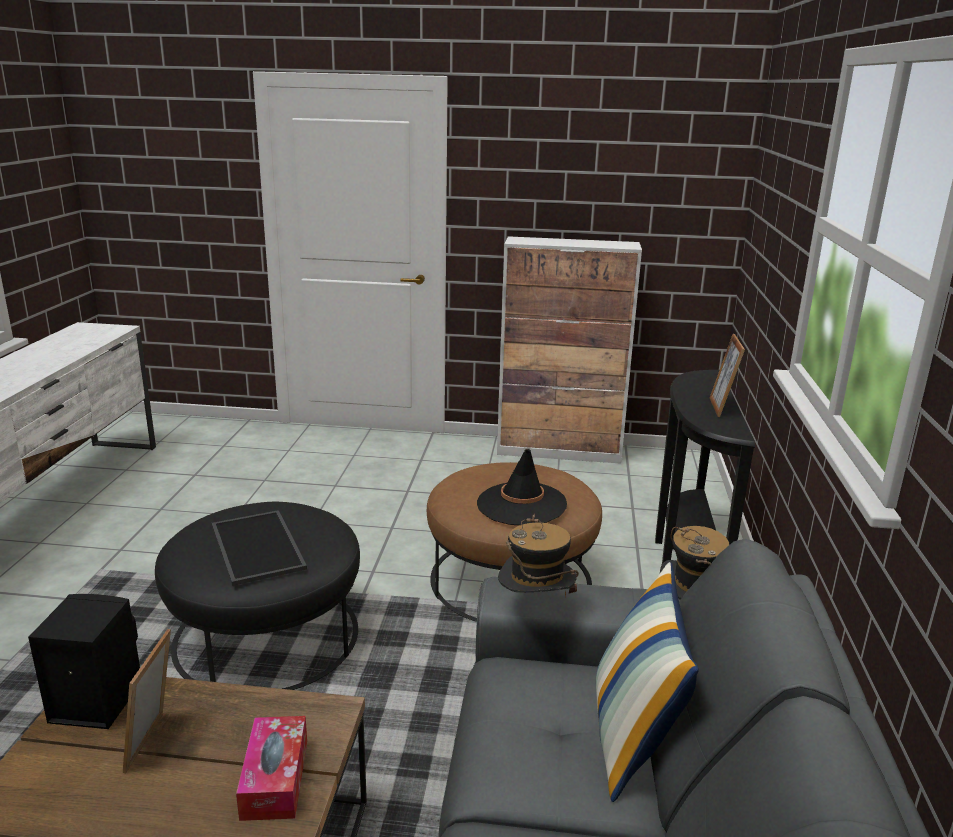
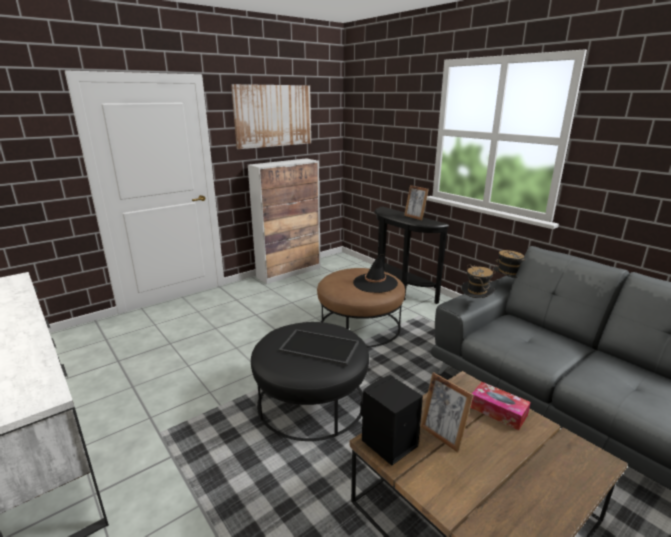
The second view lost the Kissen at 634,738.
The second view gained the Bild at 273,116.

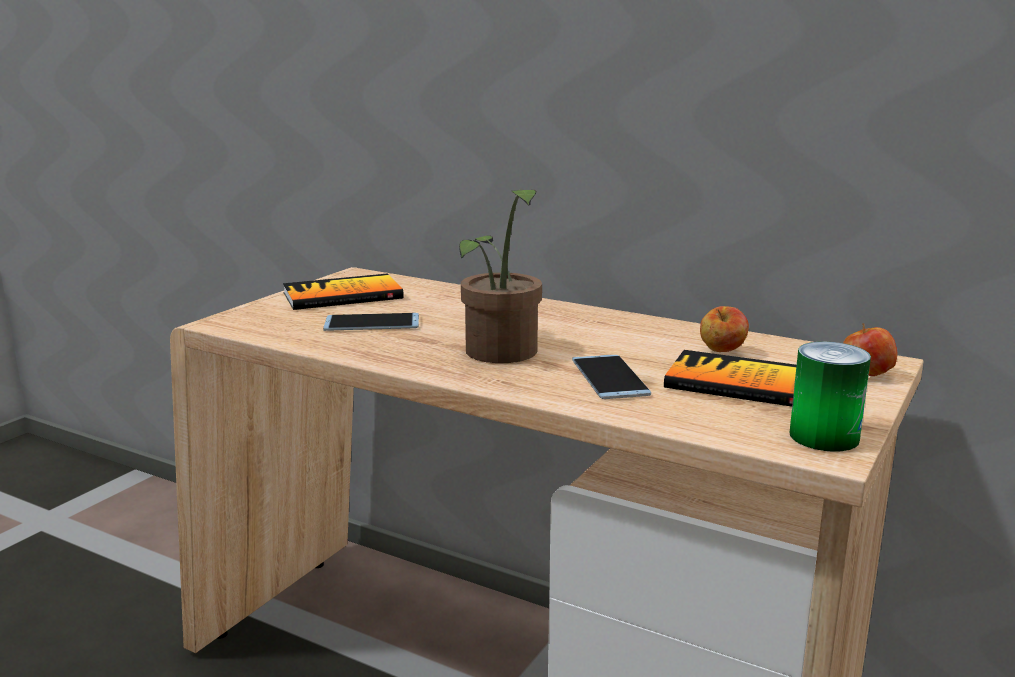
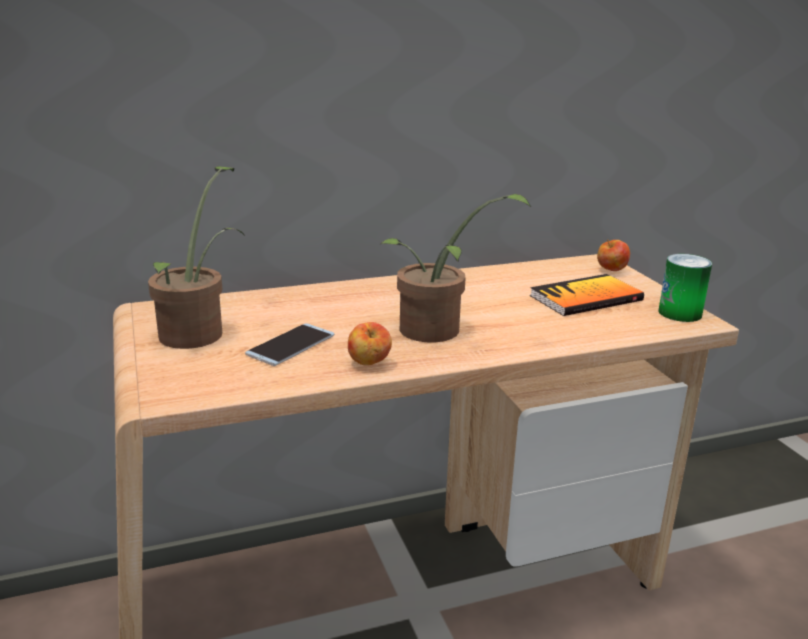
Where the Buch stood at 343,295, the Topfpflanze came to stand at 198,331.
The second view lost the Handy at 610,378.
The Apfel ended up elsewhere, having gone from 722,352 to 369,363.

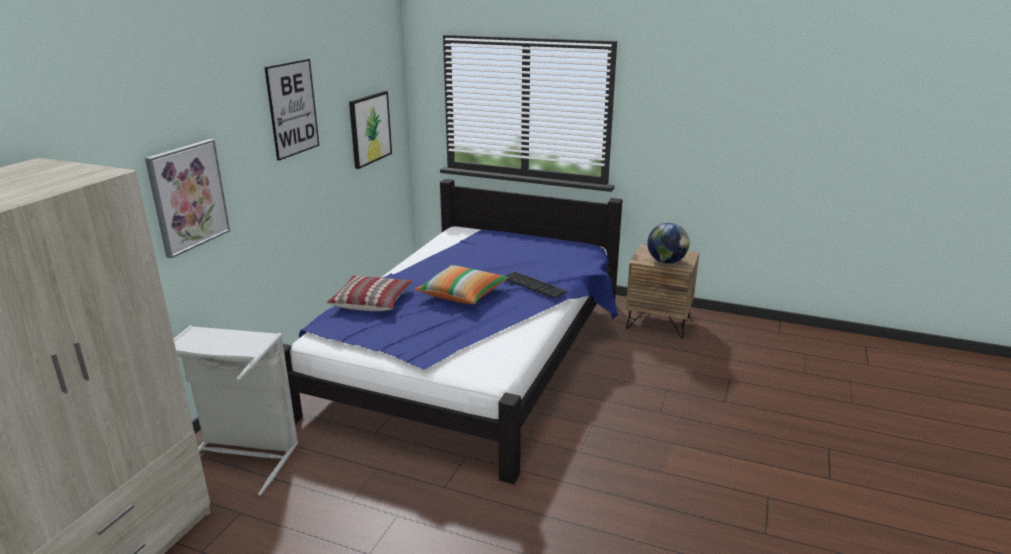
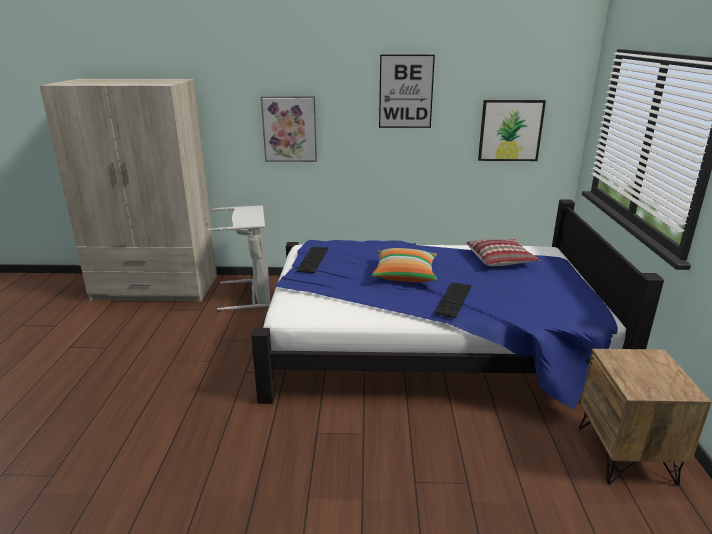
The Kissen ended up elsewhere, having gone from 371,301 to 500,260.
The second view lost the Globus at 666,261.
The second view gained the Tastatur at 313,259.

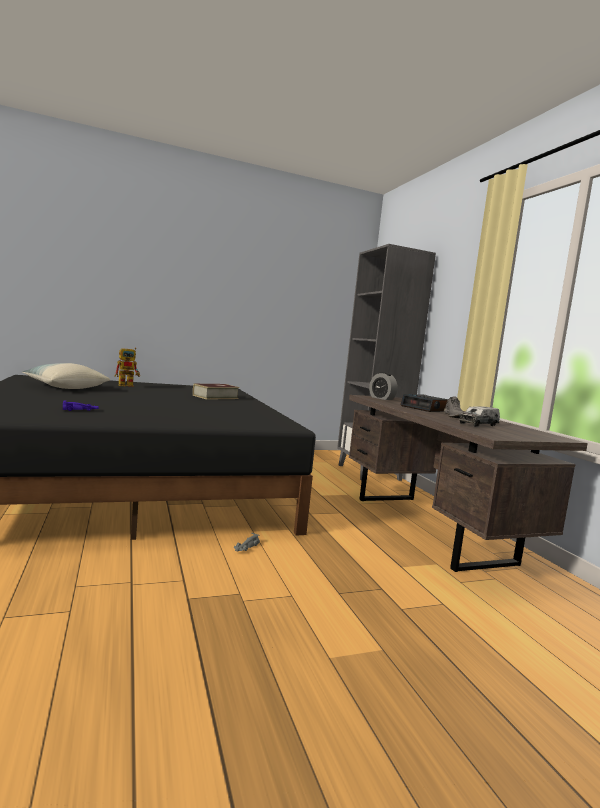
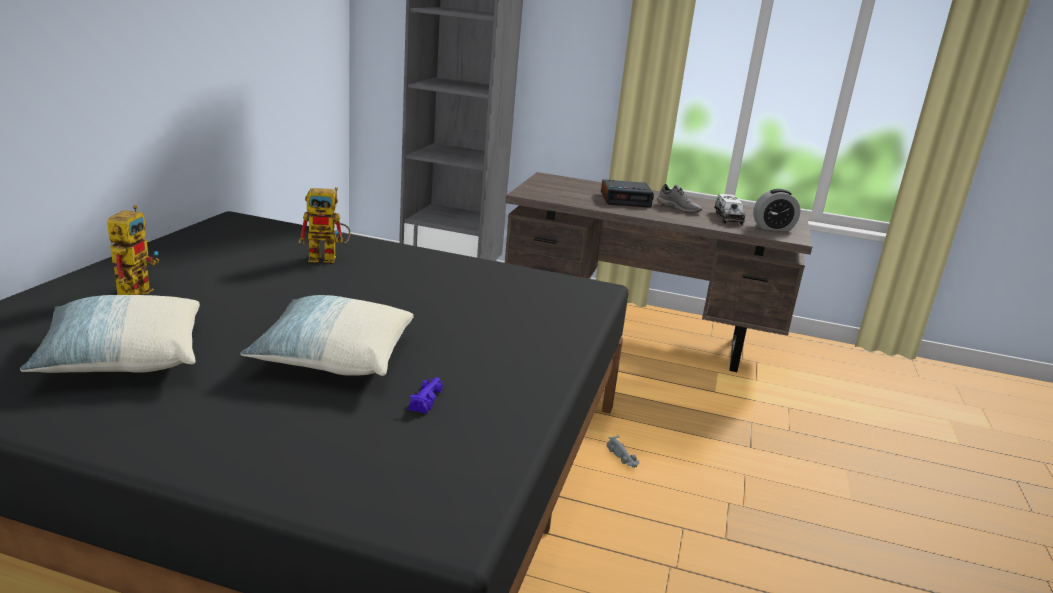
Where the Buch stood at 215,397, the Spielzeugroboter came to stand at 329,258.
The Wecker ended up elsewhere, having gone from 381,398 to 773,227.
The second view gained the Kissen at 334,357.

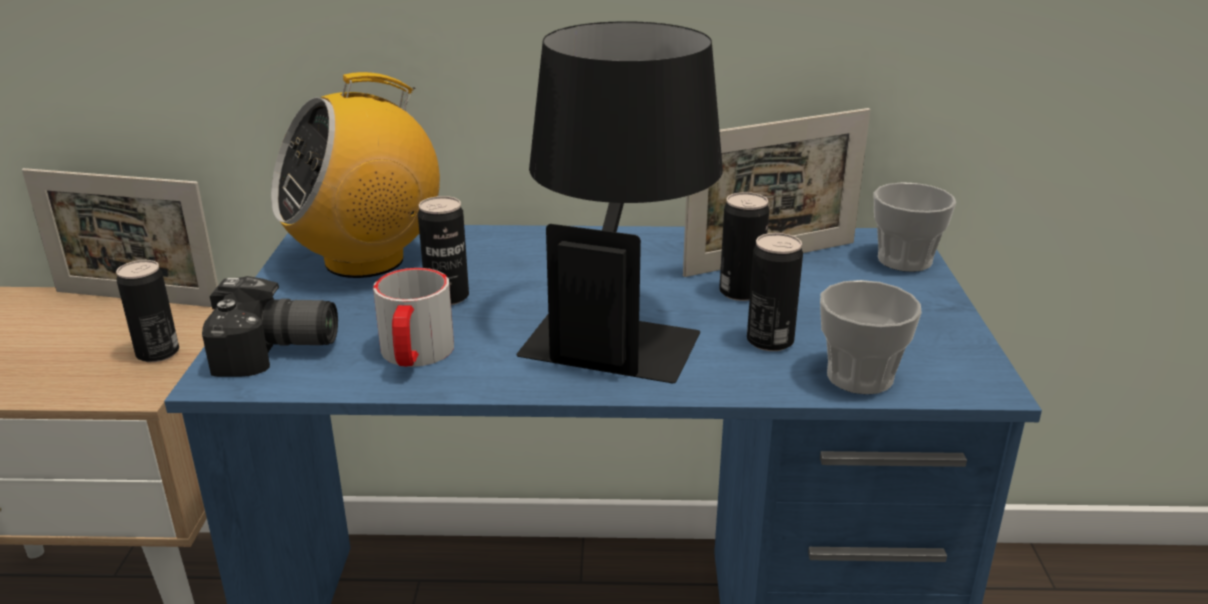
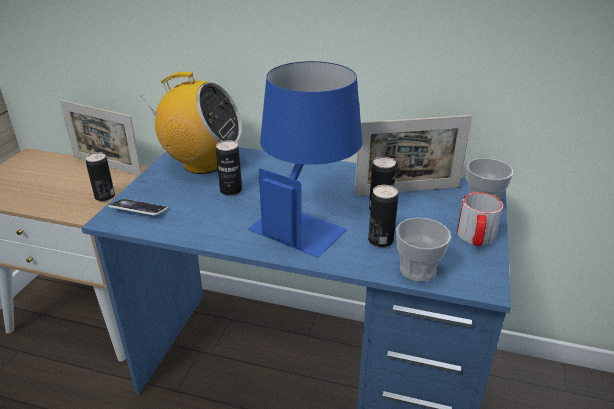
Where the Kamera stood at 276,353, the Handy came to stand at 139,210.
The Radio at 366,260 ended up facing another way, 150 degrees counterclockwise from before.
The Henkelbecher ended up elsewhere, having gone from 415,355 to 476,238.
What was the Tischlampe (schwarz) at 619,326 turned into the Tischlampe (blau) at 307,220.

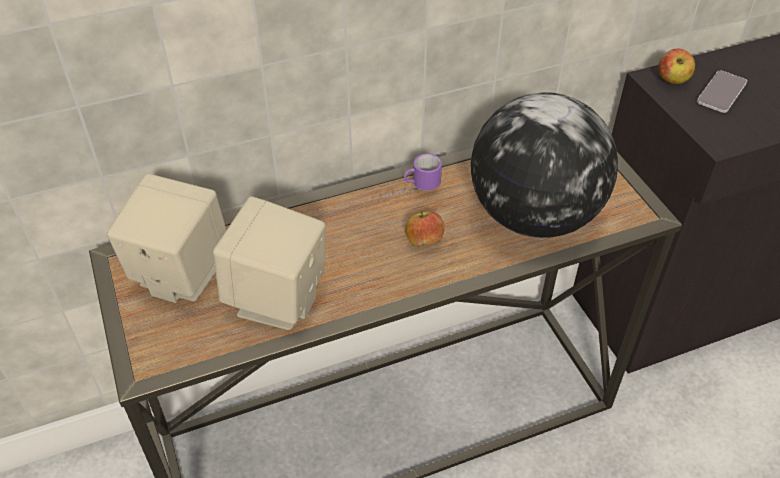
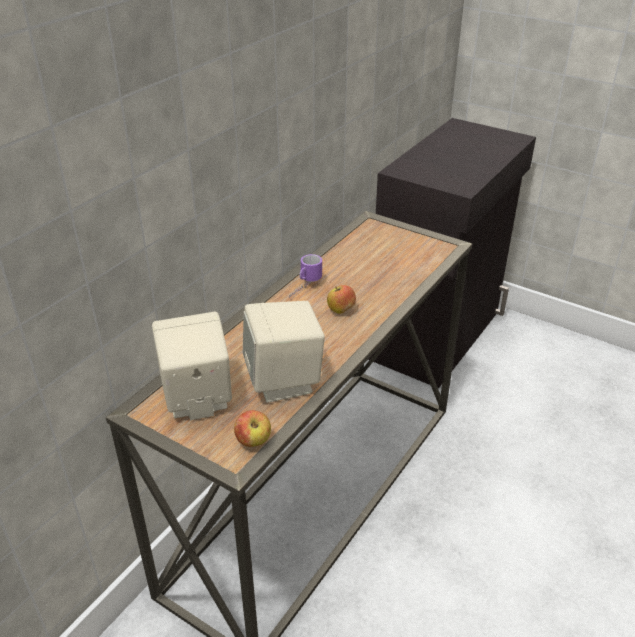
The second view lost the Globus at 533,216.
The Apfel ended up elsewhere, having gone from 672,80 to 253,441.
The second view lost the Handy at 721,93.

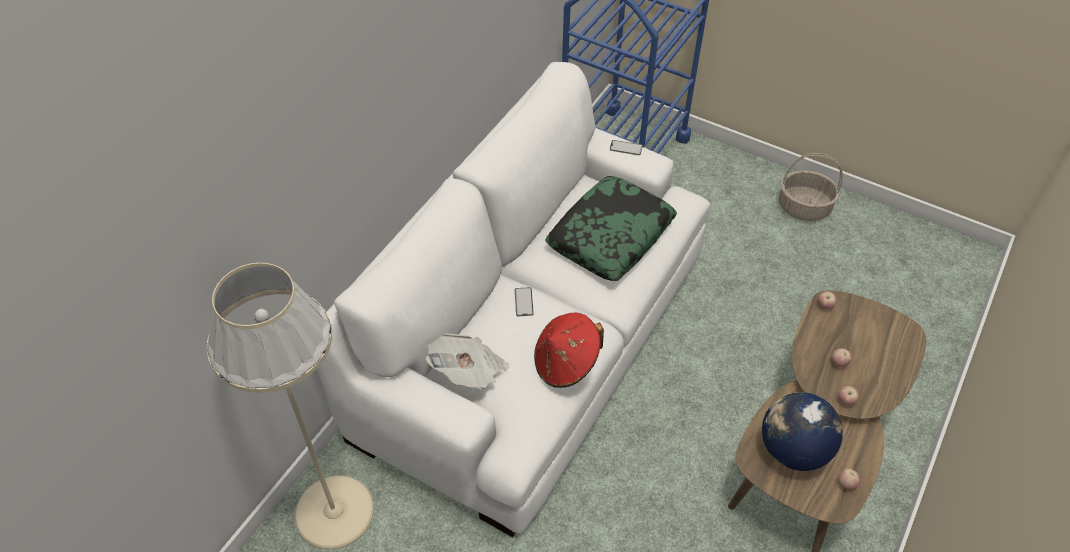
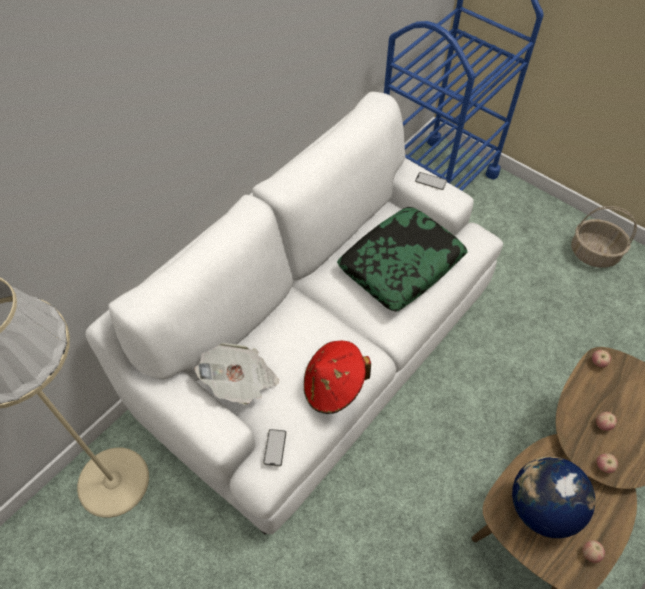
The Handy ended up elsewhere, having gone from 523,302 to 275,447.

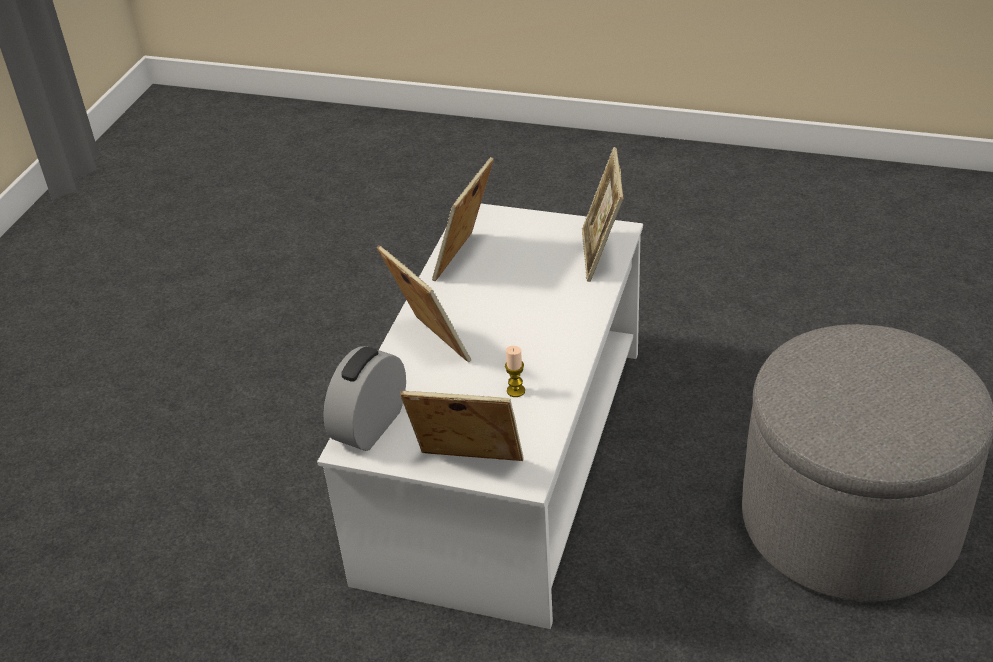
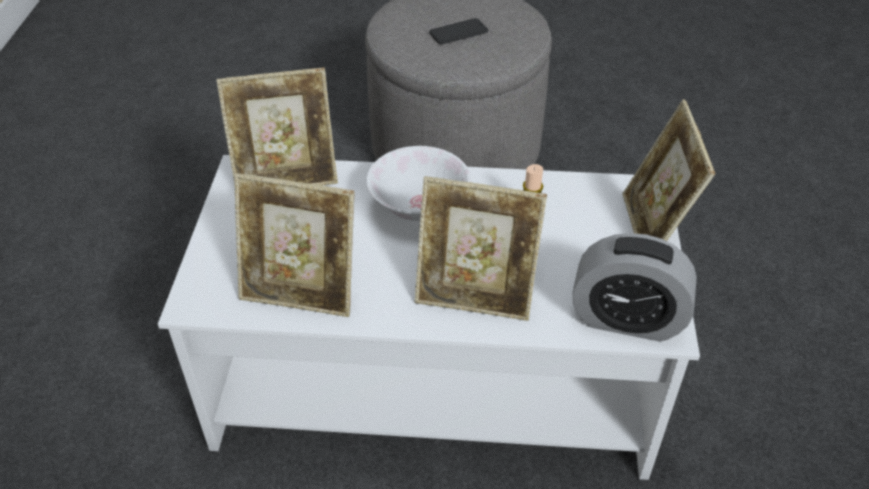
The Bilderrahmen at 429,345 ended up facing another way, 120 degrees counterclockwise from before.
The second view gained the Schüssel (weiß) at 418,207.
The second view gained the Handy at 458,32.

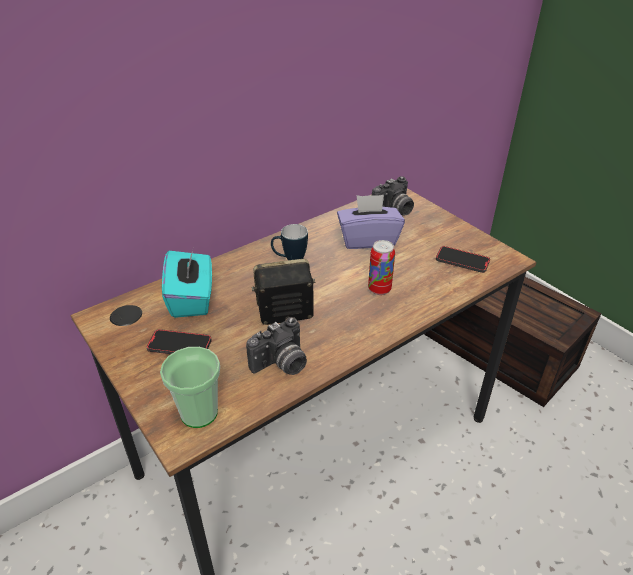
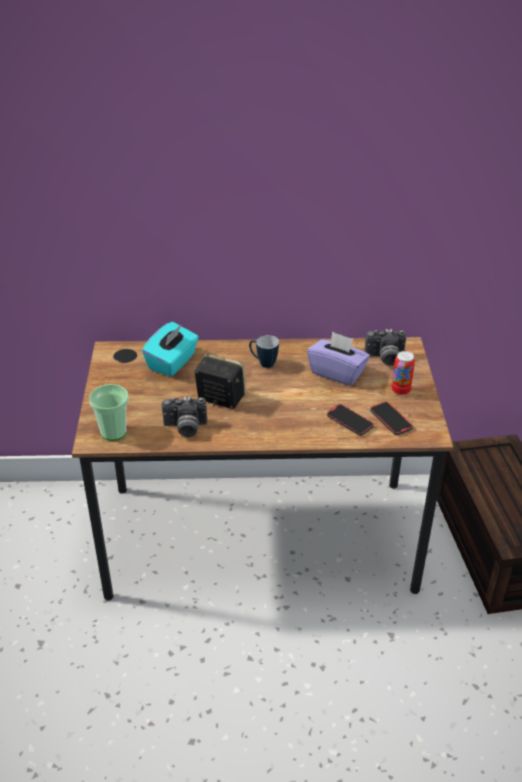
The Handy ended up elsewhere, having gone from 179,345 to 349,421.
The Dose ended up elsewhere, having gone from 379,289 to 400,391.

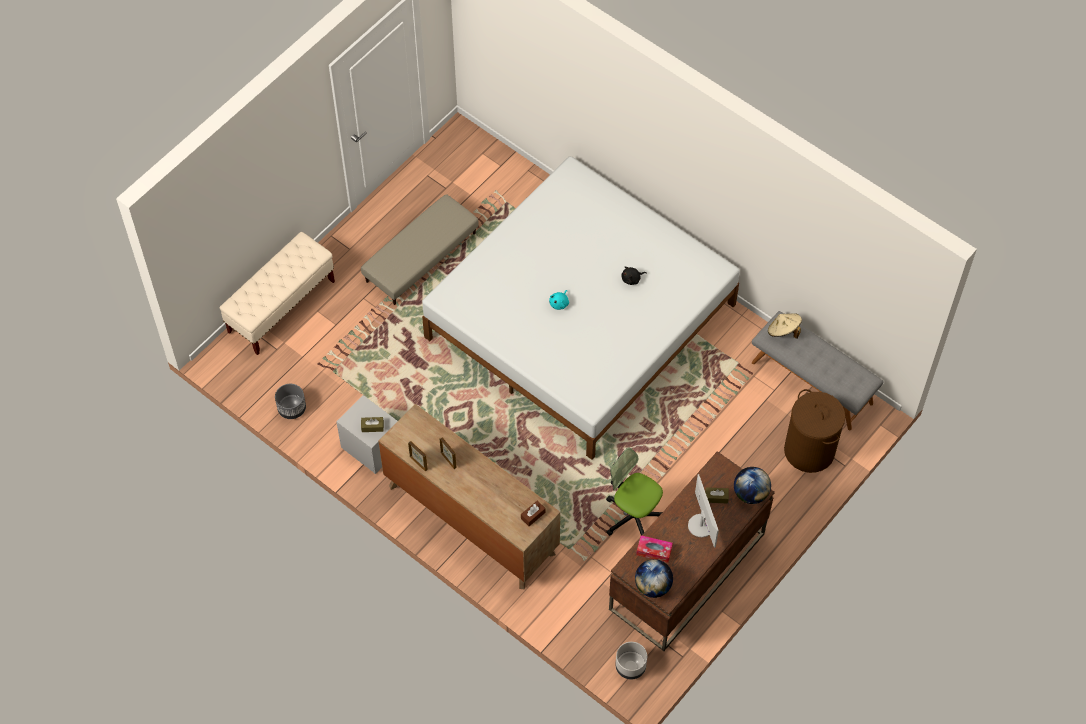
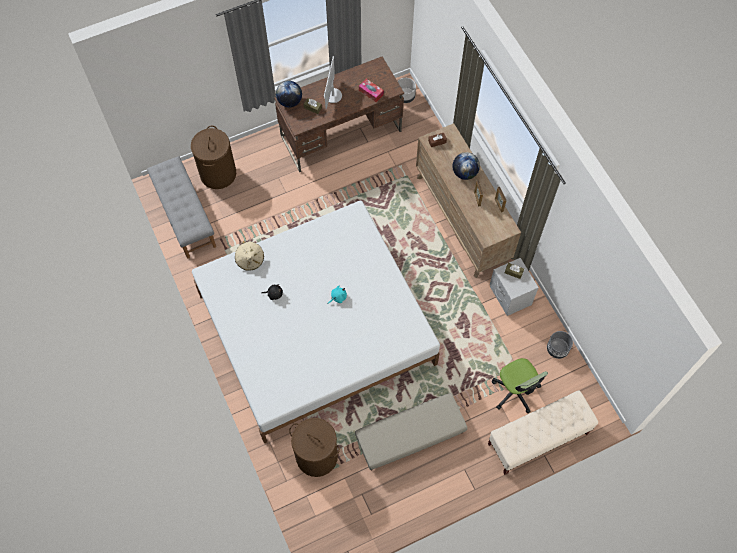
The Bürostuhl ended up elsewhere, having gone from 633,516 to 515,391.
The Globus ended up elsewhere, having gone from 653,586 to 464,173.
The Hut (beige) ended up elsewhere, having gone from 783,331 to 250,260.
The second view gained the Wäschekorb (braun) at 317,456.

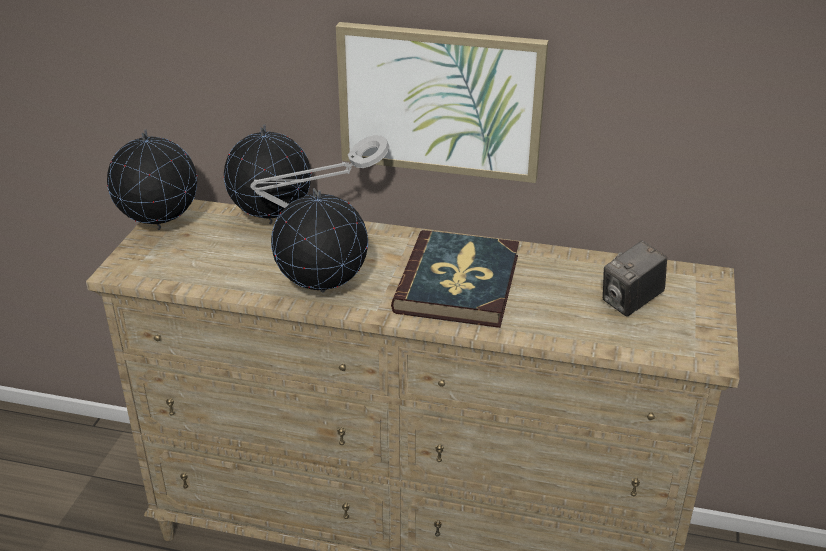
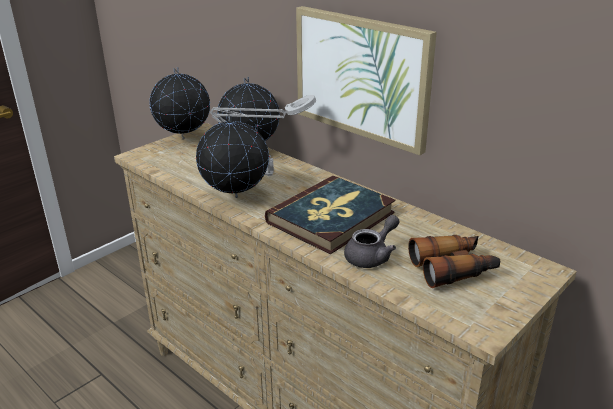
Where the Kamera stood at 631,302, the Fernglas came to stand at 453,269.
The second view gained the Teekanne (grau) at 372,256.

